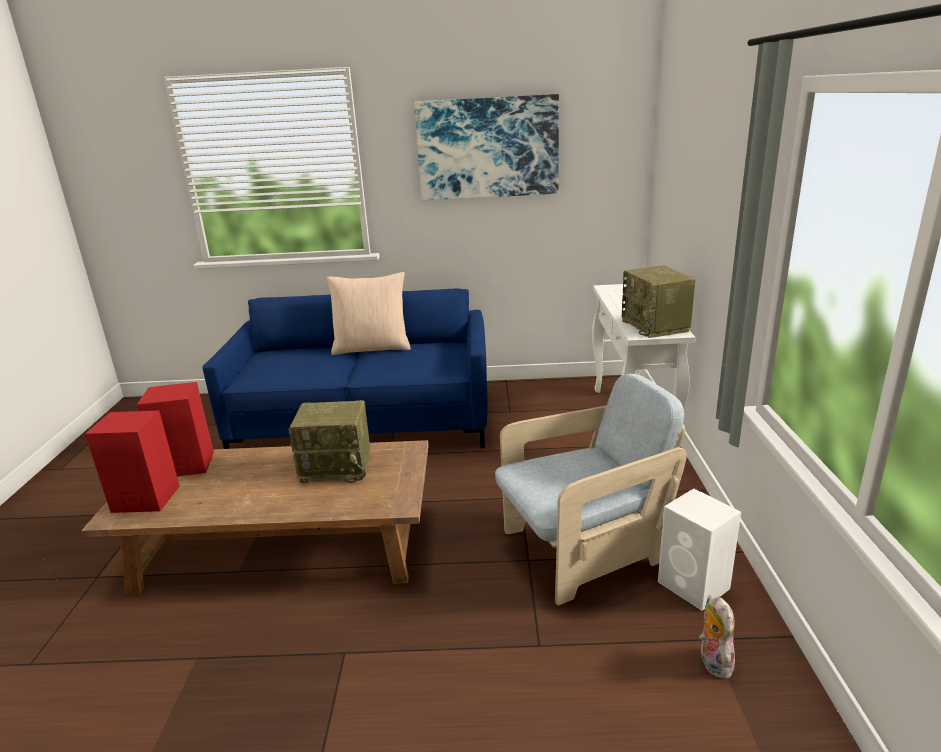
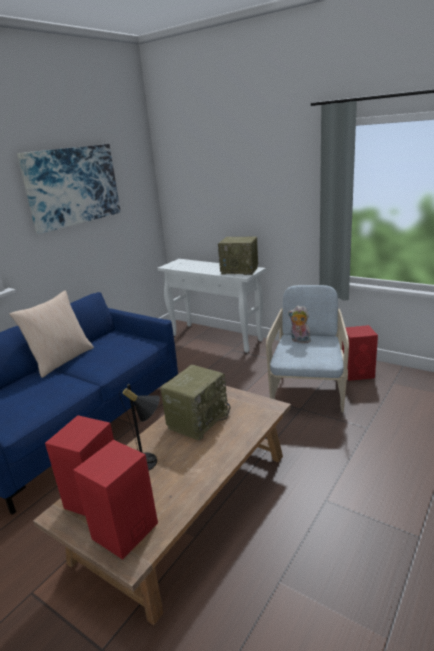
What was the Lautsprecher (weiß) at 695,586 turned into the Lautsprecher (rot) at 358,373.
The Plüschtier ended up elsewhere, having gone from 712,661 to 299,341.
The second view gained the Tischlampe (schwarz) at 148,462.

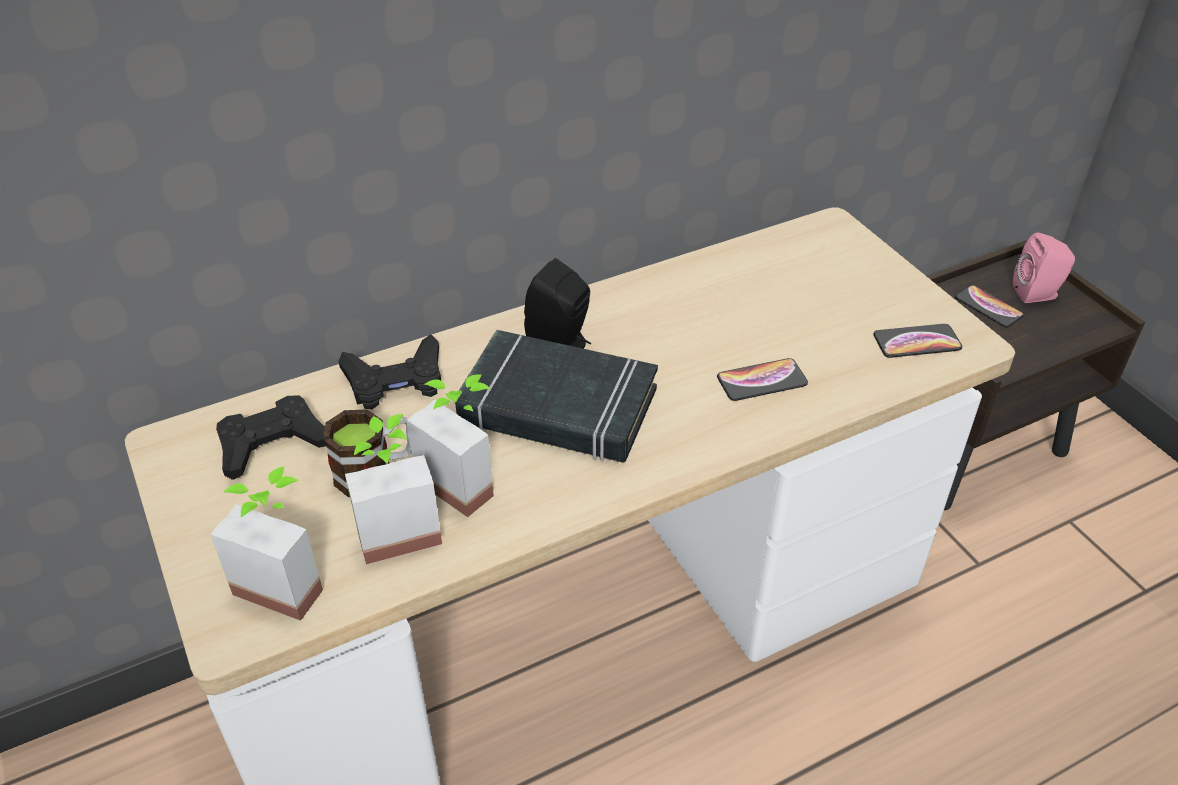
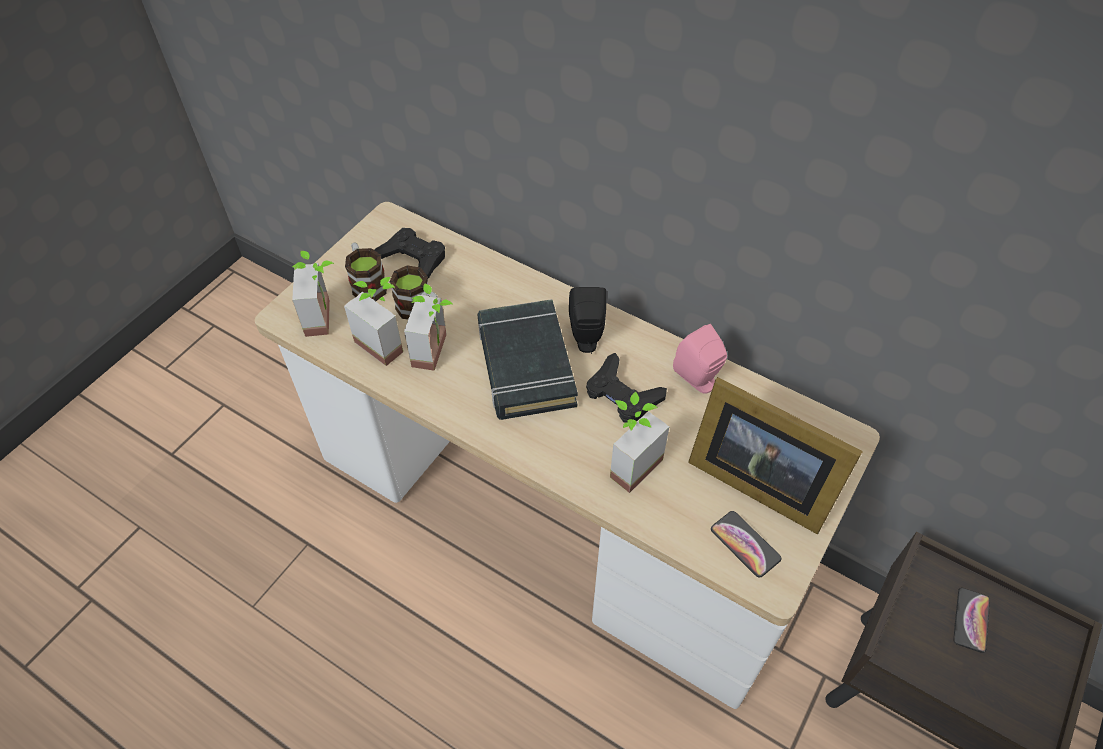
The Gamepad (schwarz) ended up elsewhere, having gone from 395,381 to 622,394.
Where the Handy stood at 762,381, the Topfpflanze came to stand at 628,462.
The Lautsprecher (rosa) ended up elsewhere, having gone from 1037,294 to 698,379.
The second view gained the Henkelbecher at 367,283.
The second view gained the Bilderrahmen at 756,479.

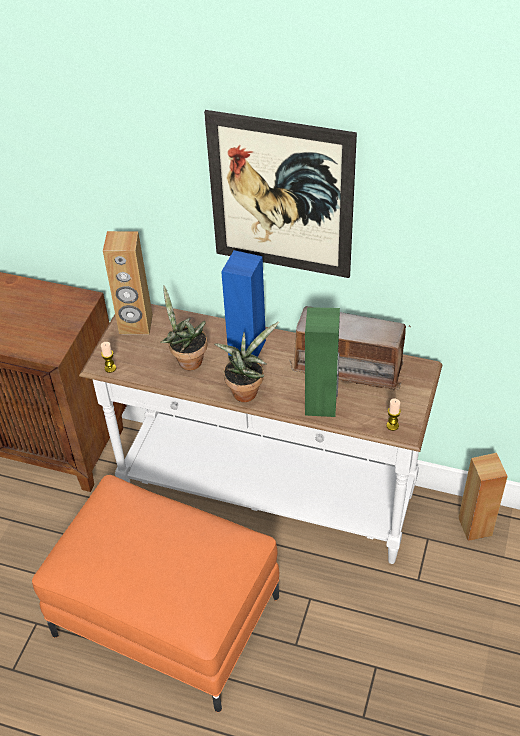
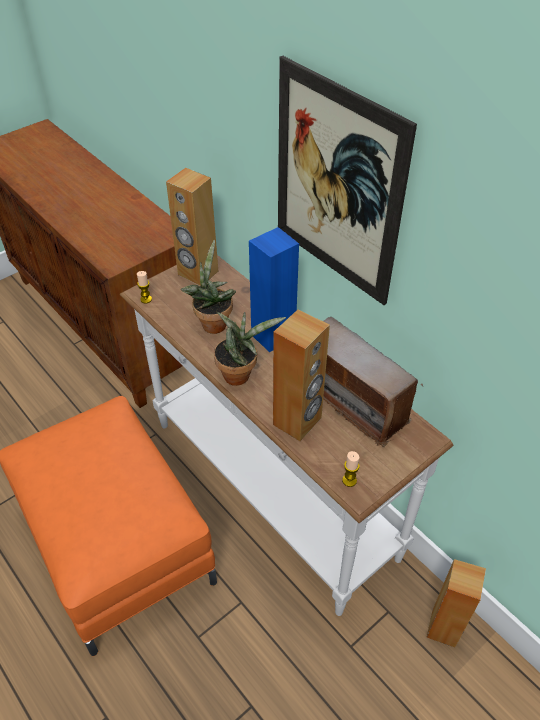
What was the Lautsprecher (grün) at 321,403 turned into the Lautsprecher (braun) at 297,421.

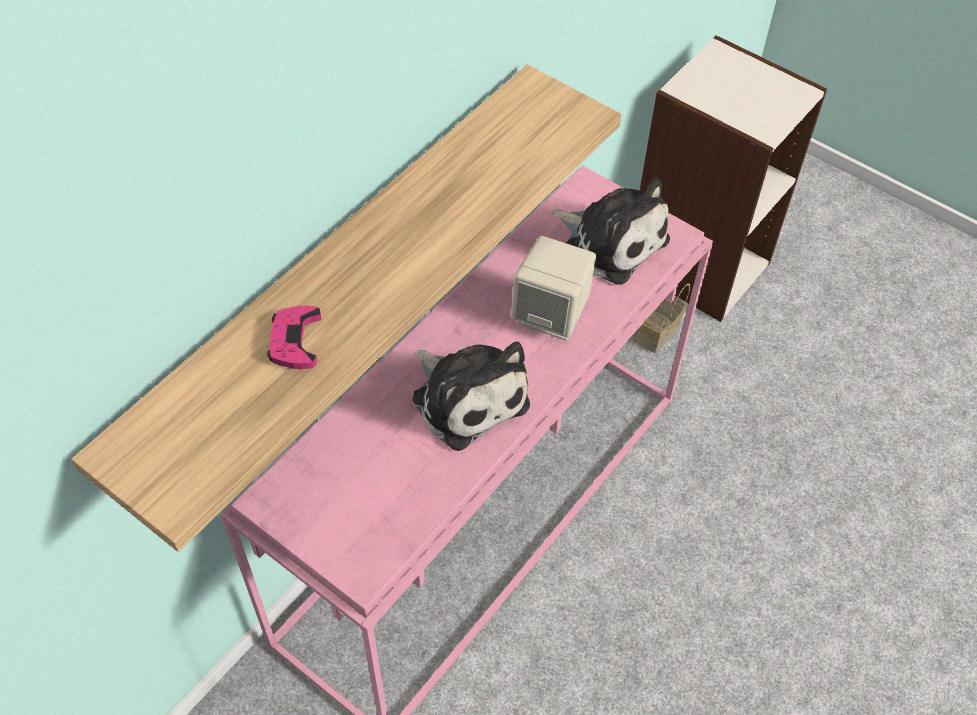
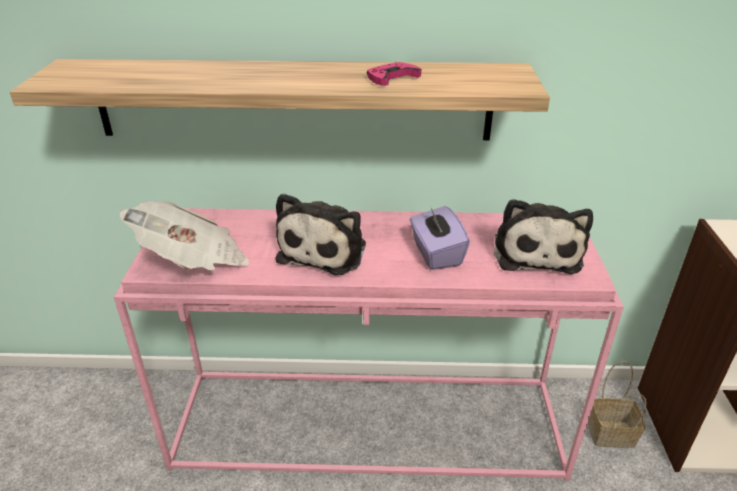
The Gamepad (rosa) ended up elsewhere, having gone from 295,341 to 392,78.
Where the Lautsprecher (beige) stood at 551,314, the Taschentuchbox (lila) came to stand at 436,254.
The second view gained the Zeitung at 194,261.

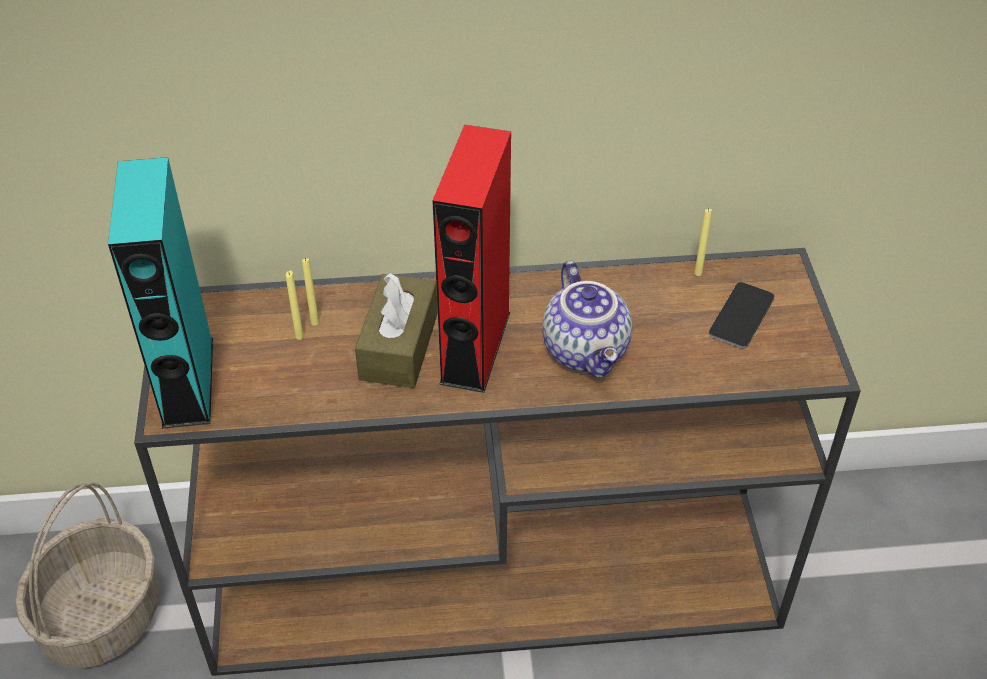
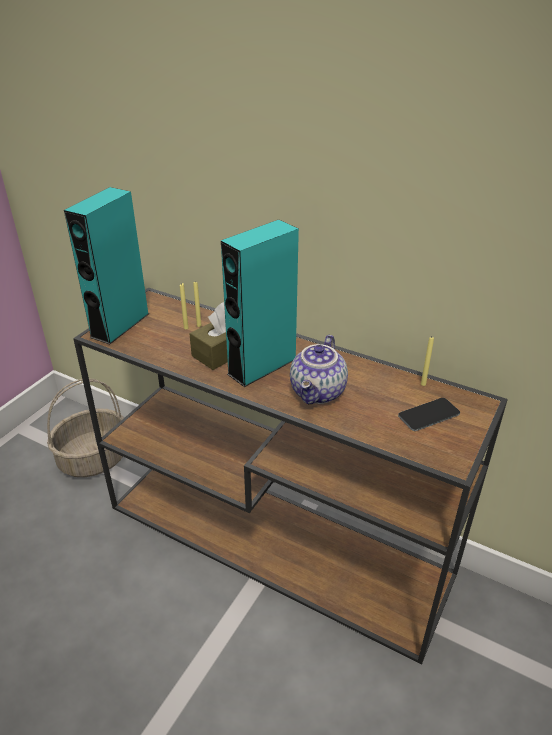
What was the Lautsprecher (rot) at 475,347 turned into the Lautsprecher (türkis) at 262,366.

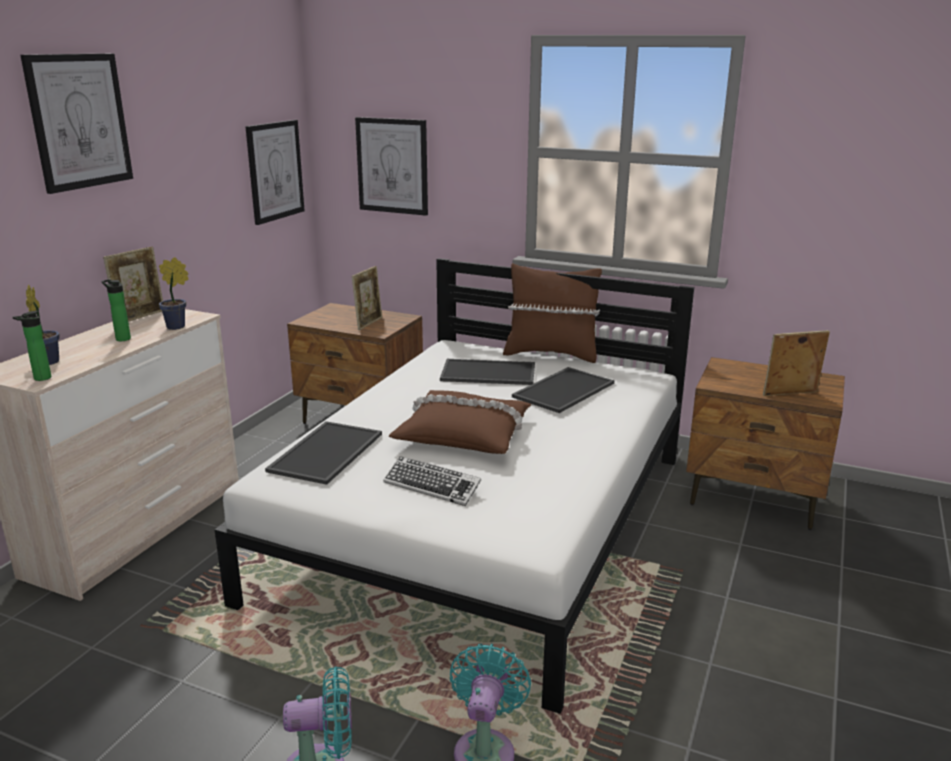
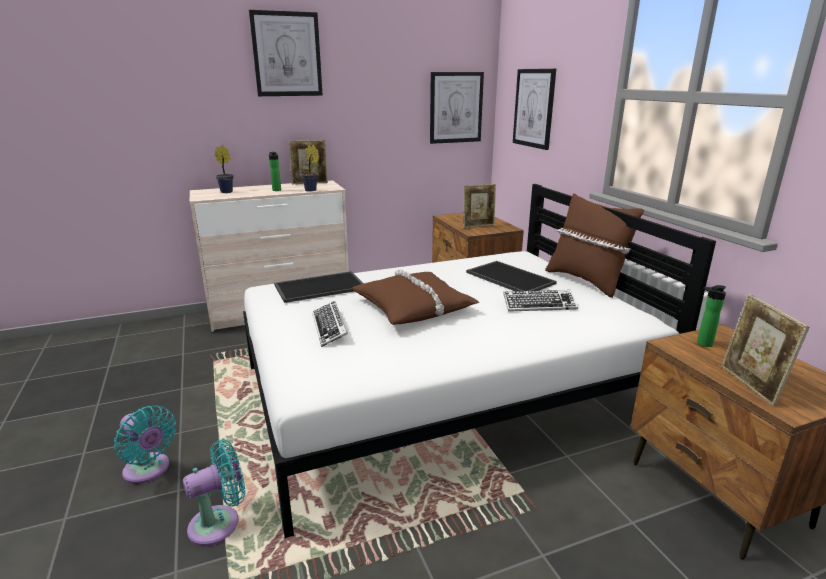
The Flasche ended up elsewhere, having gone from 40,379 to 702,344.
Where the Tablett stood at 563,389, the Tastatur came to stand at 539,305.
The Bilderrahmen at 790,395 ended up facing another way, 135 degrees counterclockwise from before.

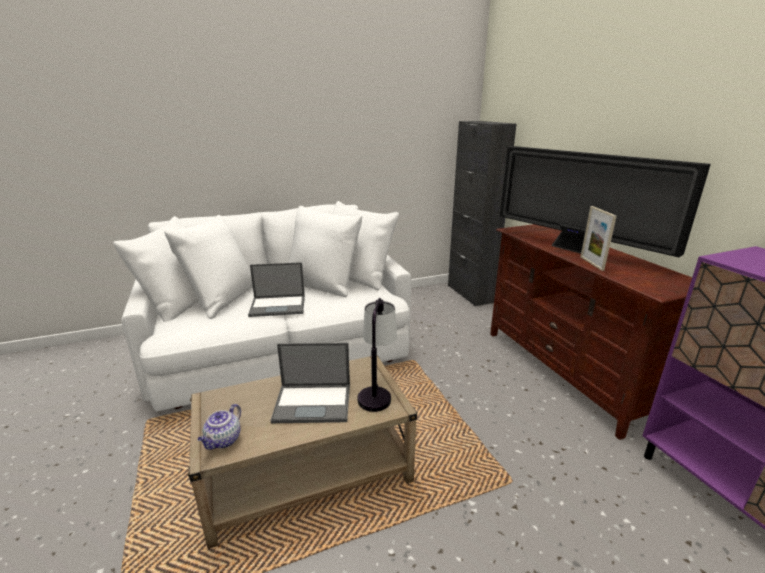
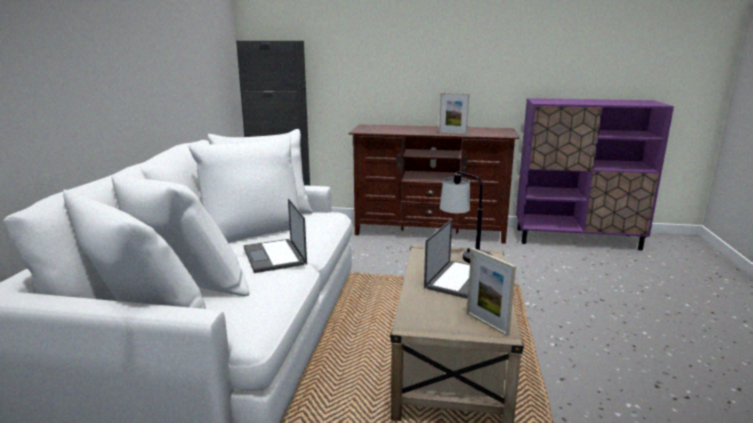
Where the Teekanne stood at 223,441, the Bilderrahmen came to stand at 487,324.
The Laptop at 278,306 ended up facing another way, 135 degrees clockwise from before.
The second view lost the Fernseher at 574,250.

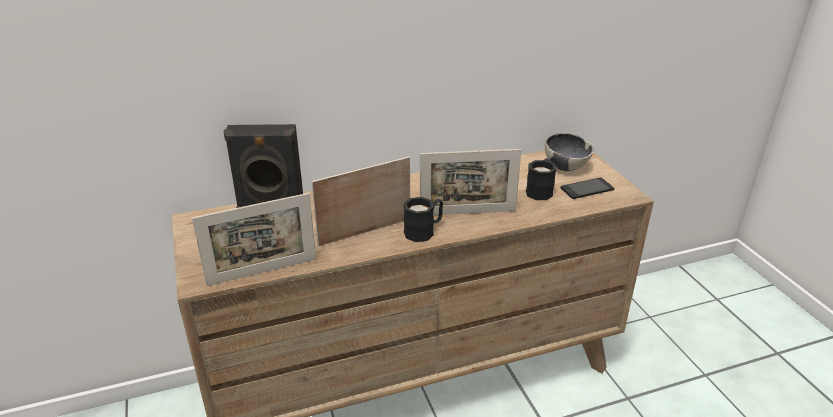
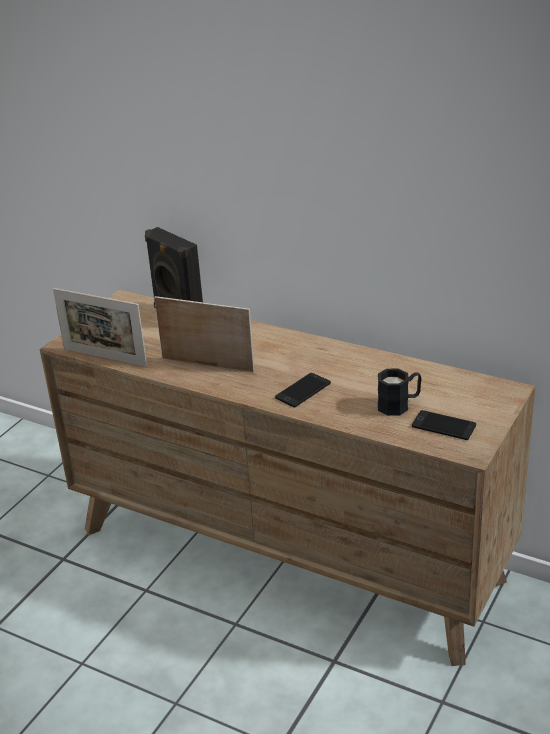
The second view lost the Henkelbecher (schwarz) at 424,231.
Where the Bilderrahmen stood at 467,213, the Handy came to stand at 303,390.
The second view lost the Schüssel at 566,166.

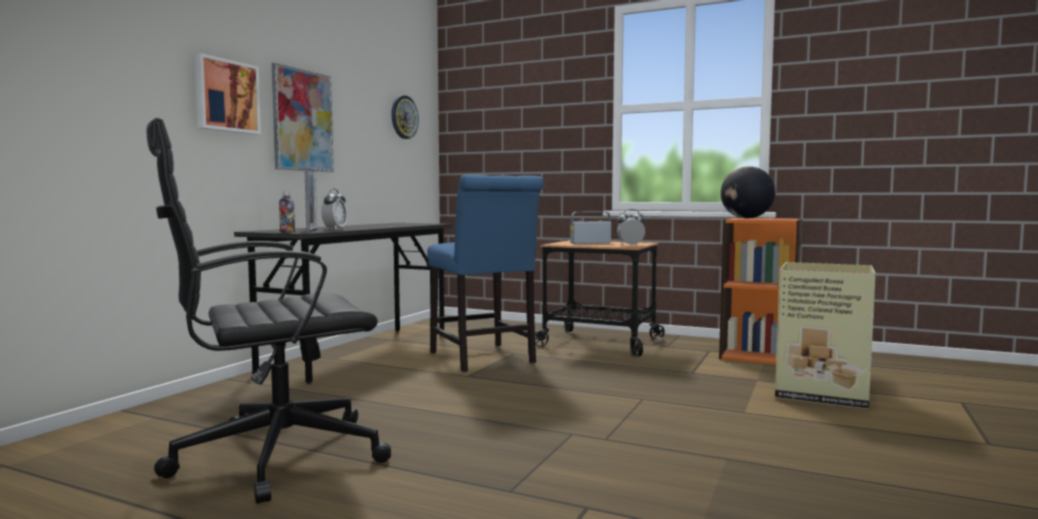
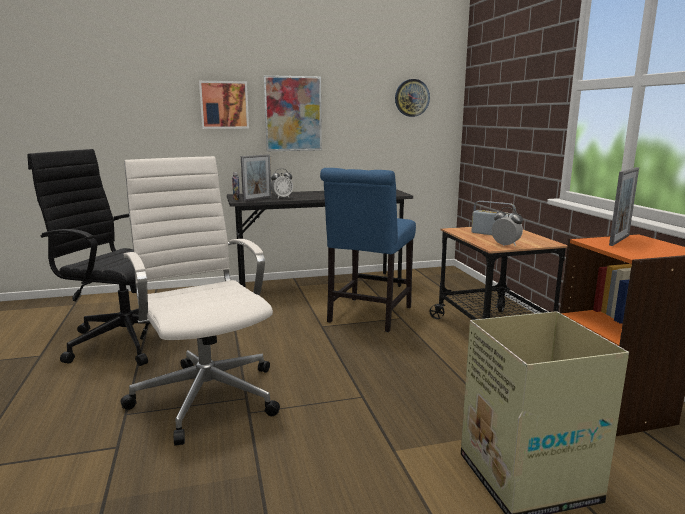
Where the Globus stood at 746,218, the Bilderrahmen came to stand at 619,240.
The second view gained the Bürostuhl (weiß) at 206,395.

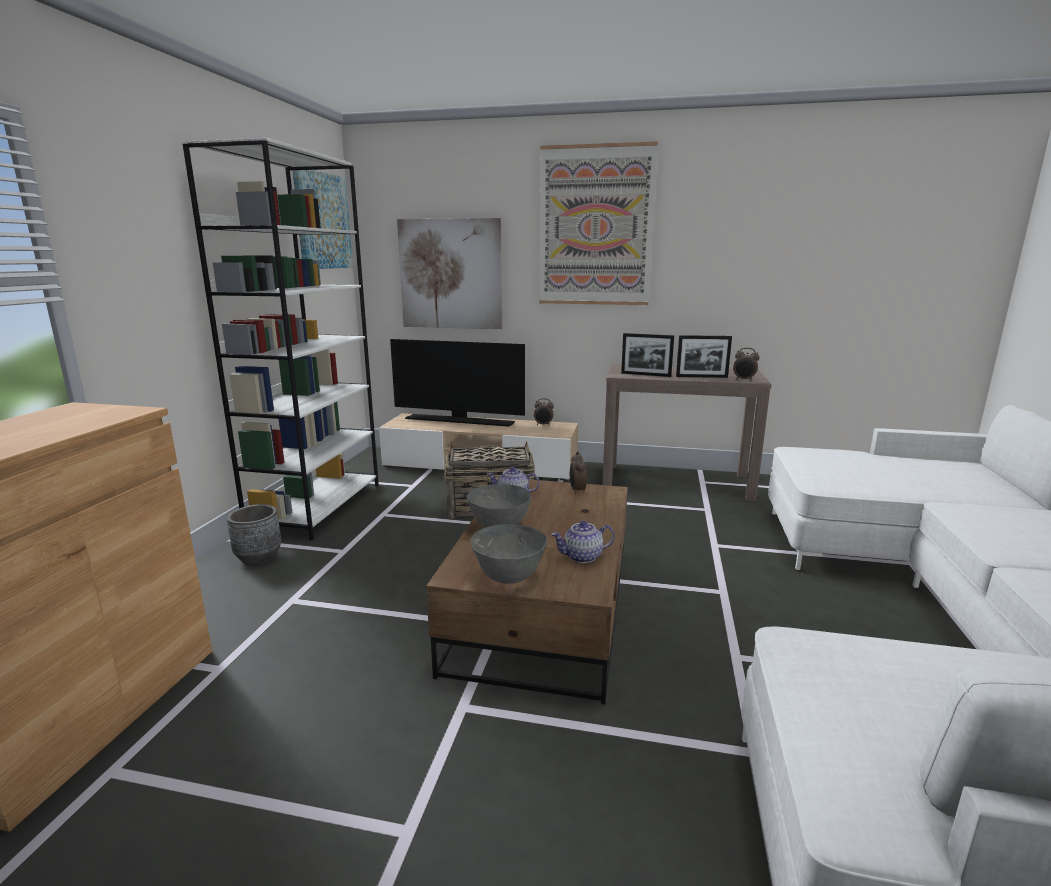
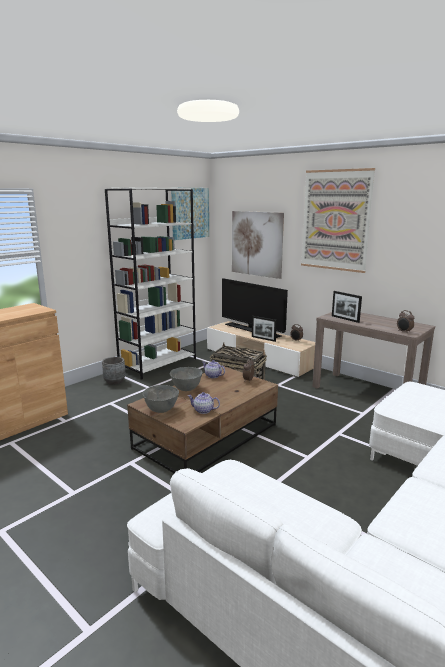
The Bilderrahmen ended up elsewhere, having gone from 701,377 to 263,339.

